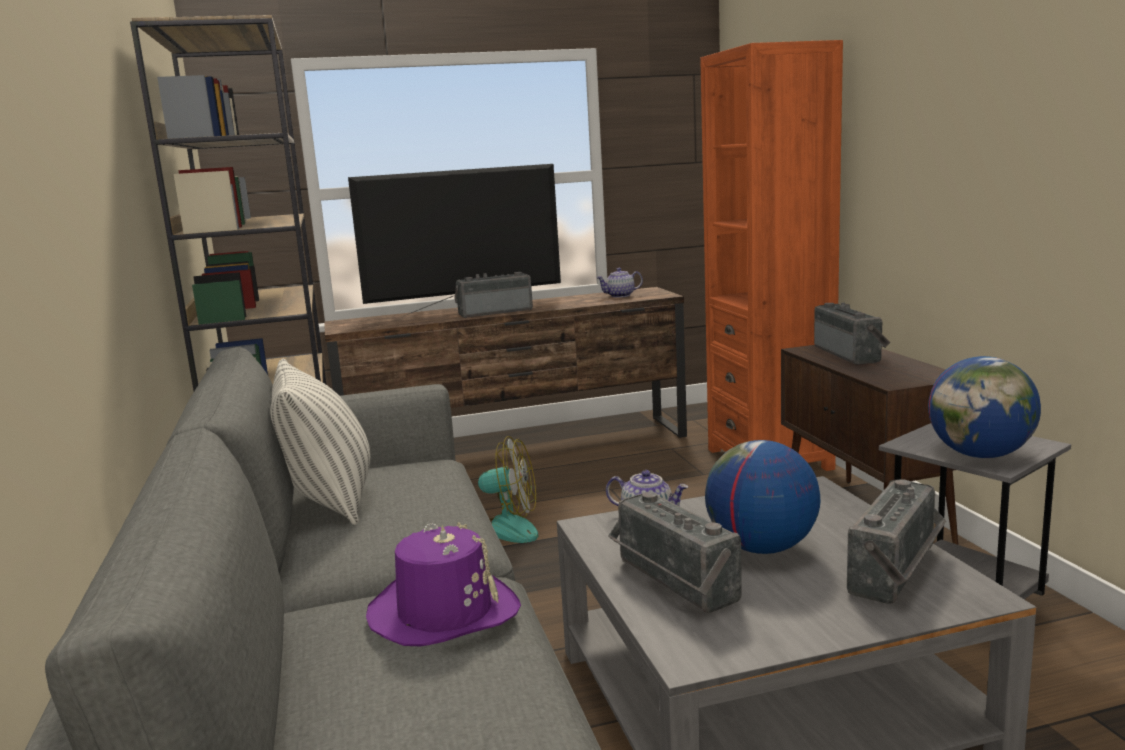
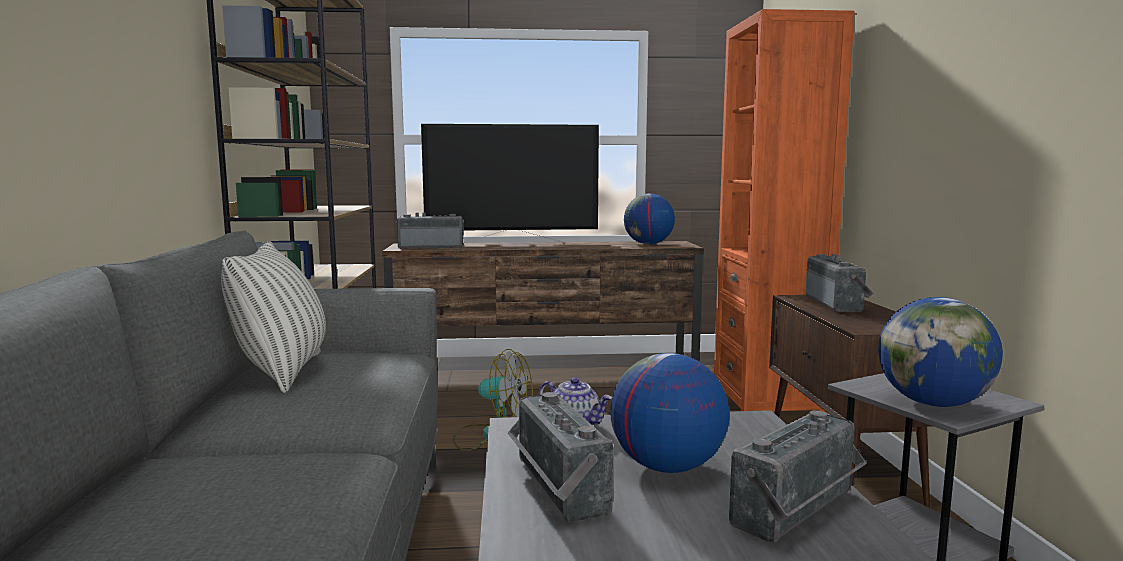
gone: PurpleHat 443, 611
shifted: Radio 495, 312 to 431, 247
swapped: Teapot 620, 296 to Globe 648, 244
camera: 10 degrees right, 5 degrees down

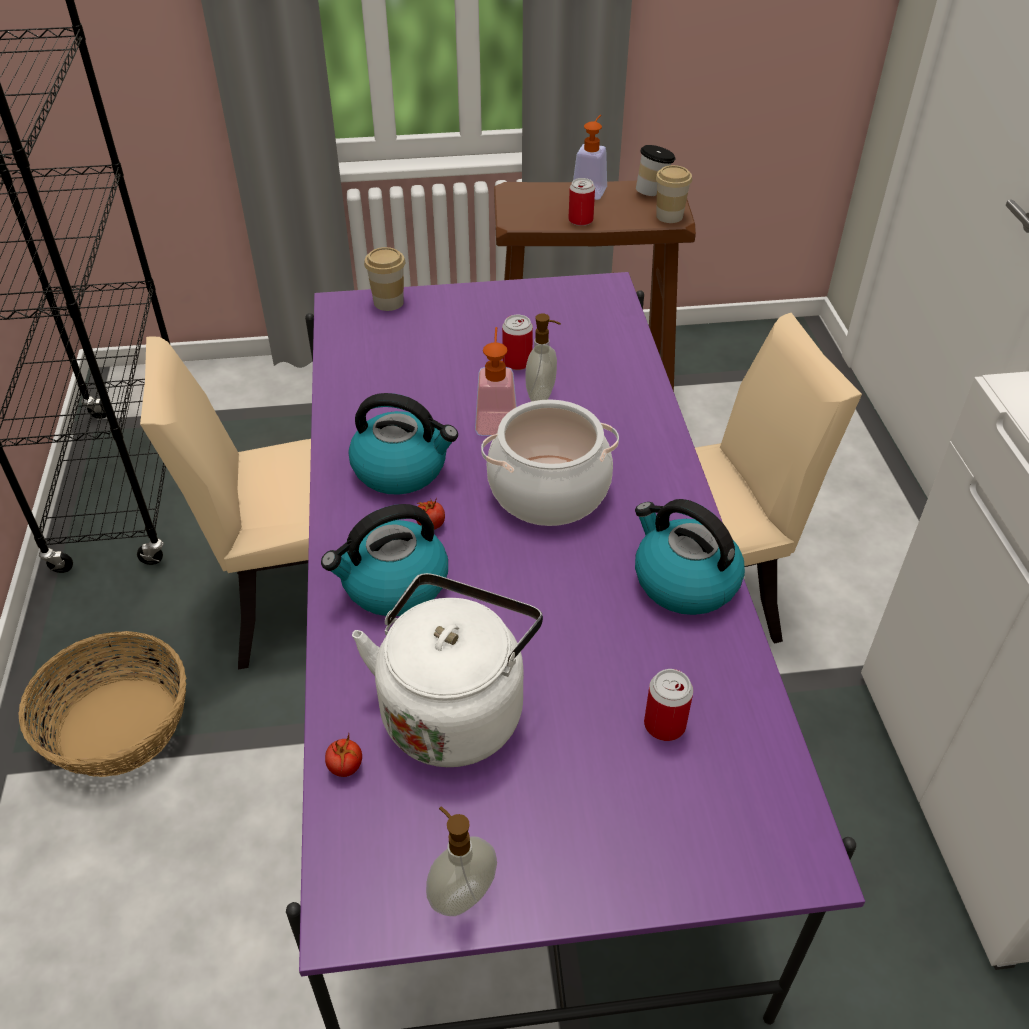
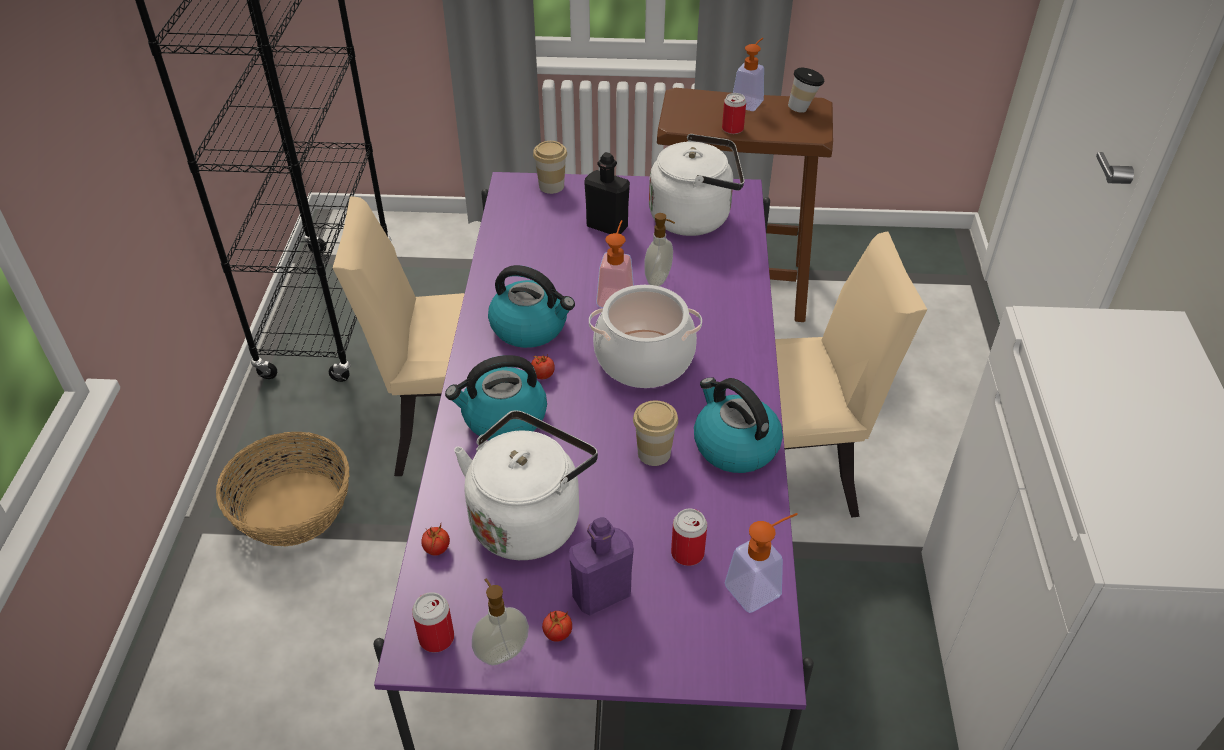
new: Tomato 557, 634; PurpleBottle 601, 594; BlackBottle 607, 226; WhiteKettle 695, 217; SoapDispenser 760, 586
shifted: Can 517, 362 to 436, 638; Cup 669, 216 to 654, 453
camera: 10 degrees right, 0 degrees up

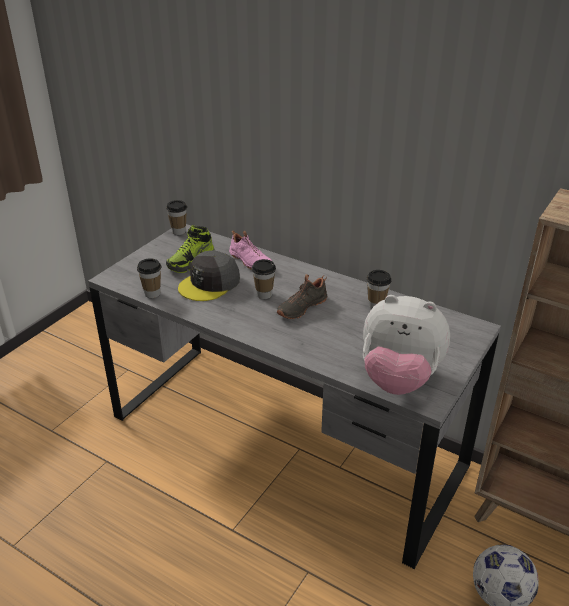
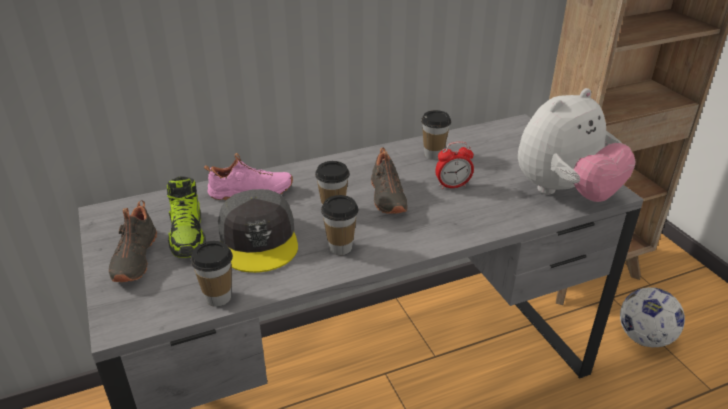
new: BlackShoe 133, 258; AlarmClock 452, 185
shifted: Cup 179, 232 to 340, 248
camera: 55 degrees left, 0 degrees up

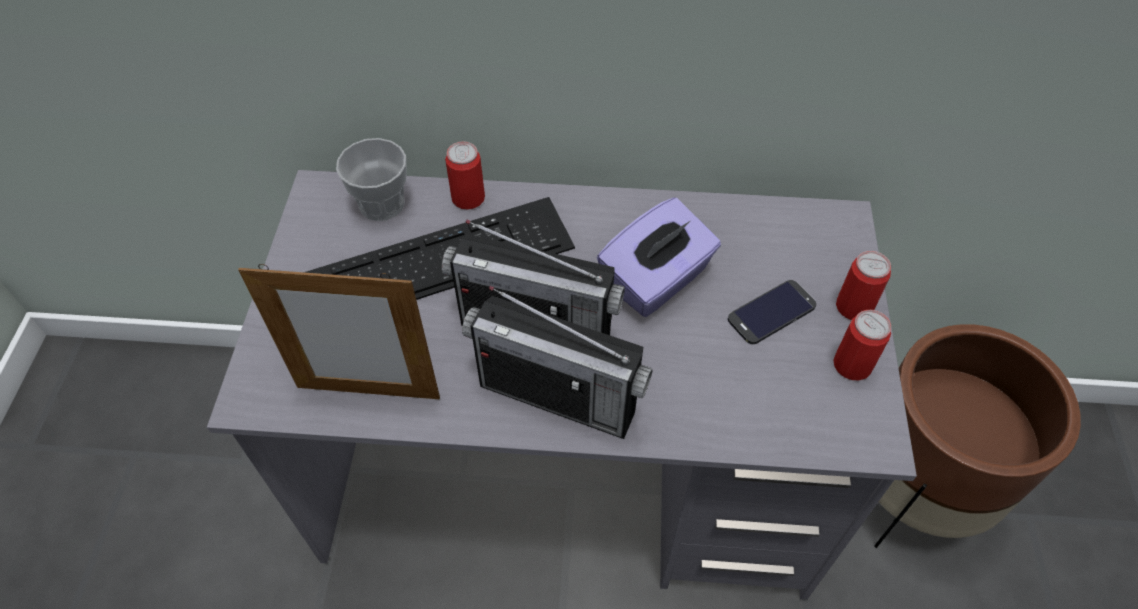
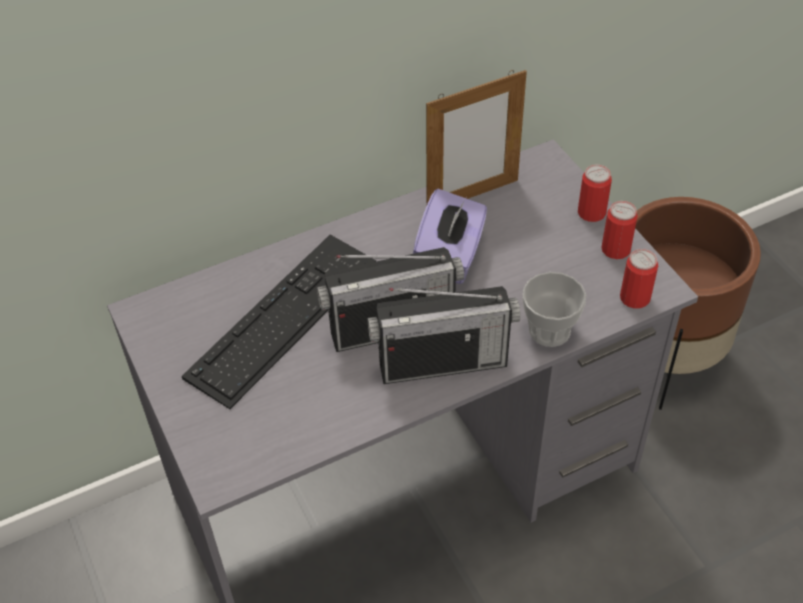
gone: Phone 771, 312
shifted: PictureFrame 368, 392 to 472, 196; Cup 382, 204 to 549, 330; Can 468, 198 to 634, 298
camera: 30 degrees left, 5 degrees down

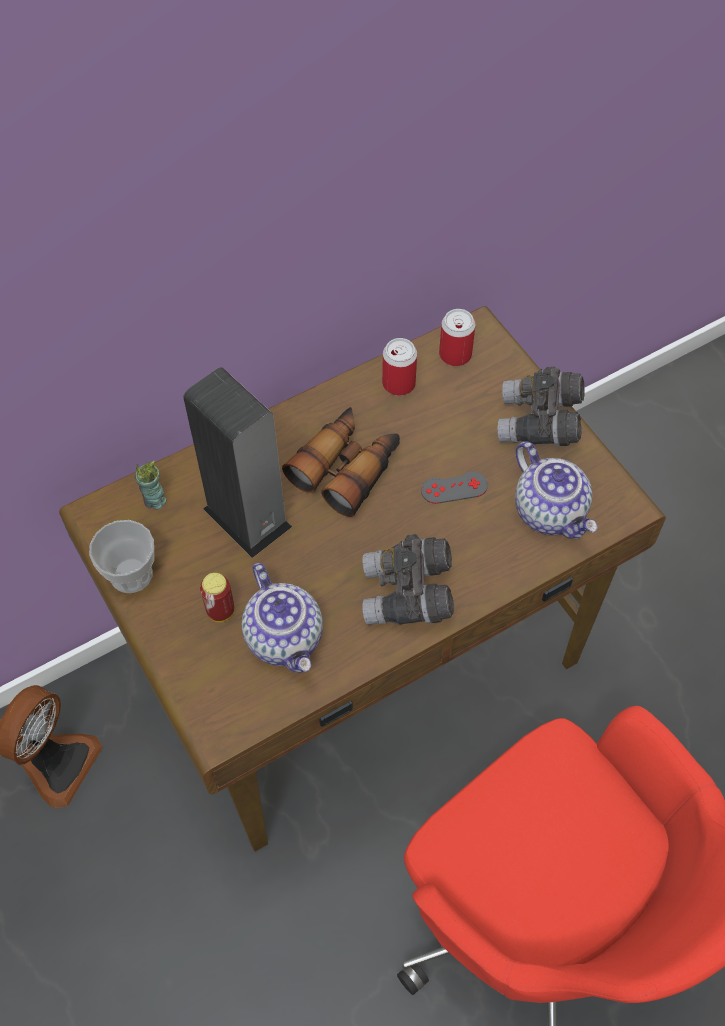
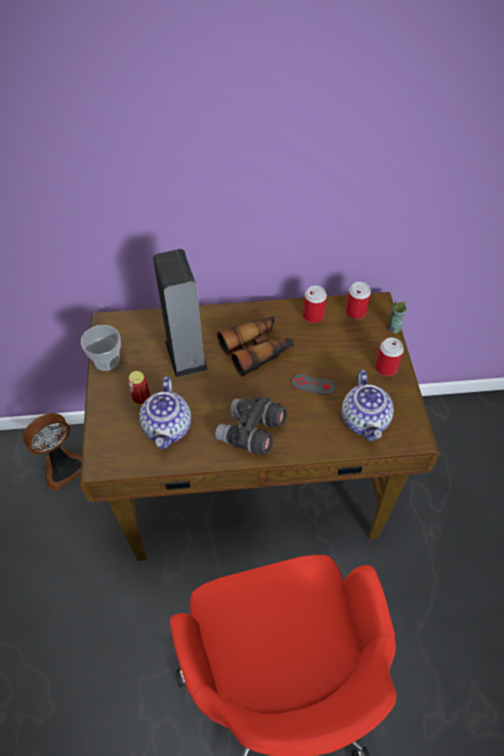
shifted: Cup 154, 501 to 393, 328
swapped: GreyBinoculars 539, 423 to Can 386, 368
camera: 25 degrees right, 5 degrees down

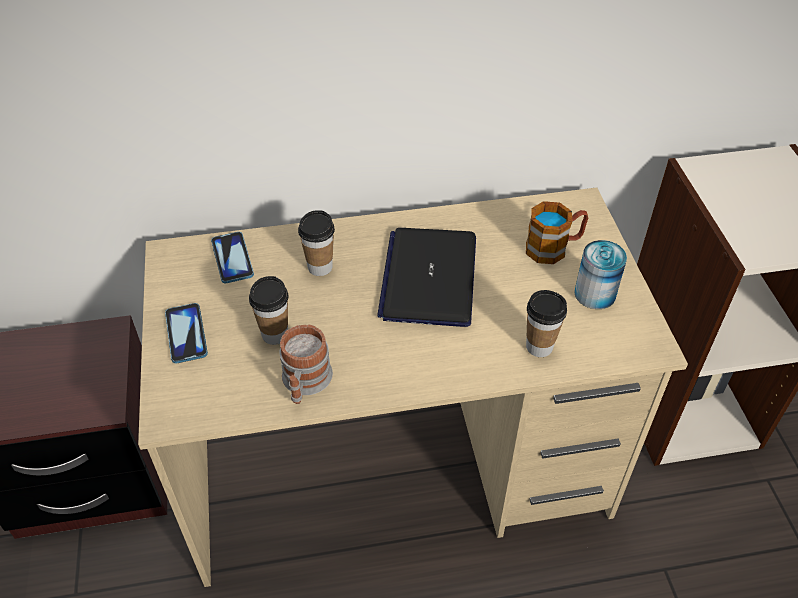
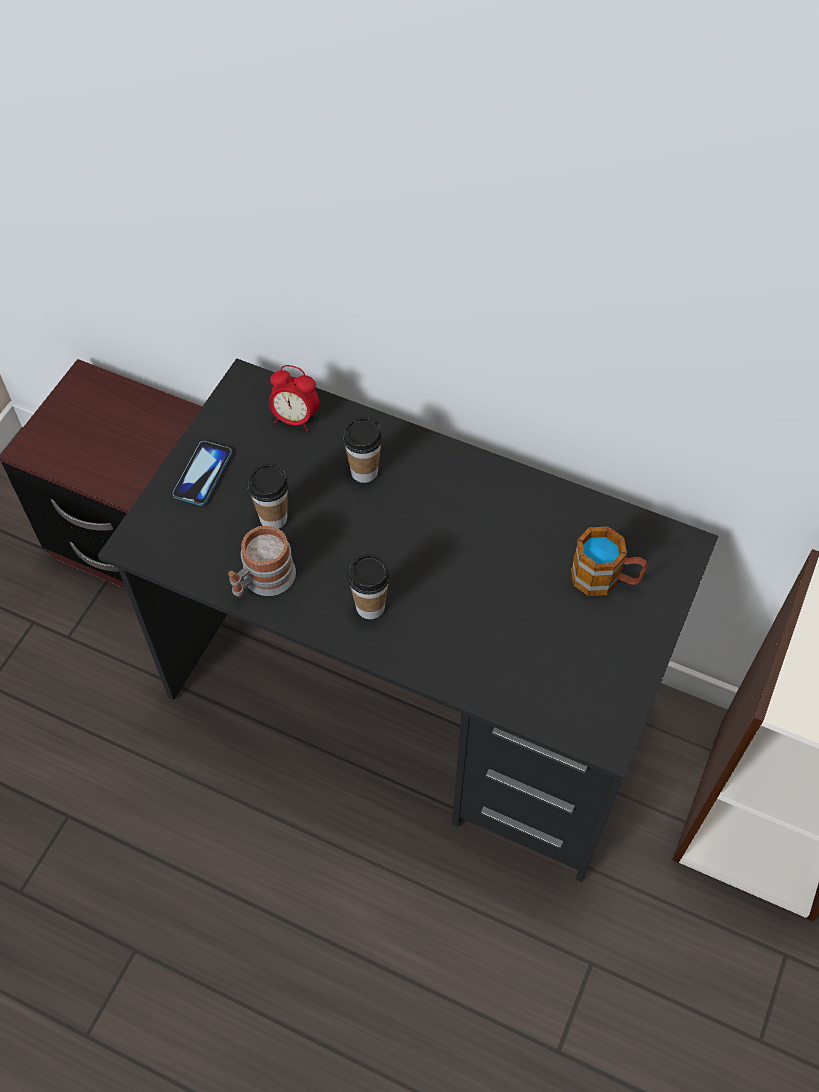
gone: Laptop 429, 277; Can 595, 294
shifted: Cup 539, 347 to 370, 606
swapped: Phone 232, 258 to AlarmClock 295, 418
repainted: BeigeDesk 398, 470 to BlackDesk 411, 700
camera: 35 degrees right, 10 degrees up

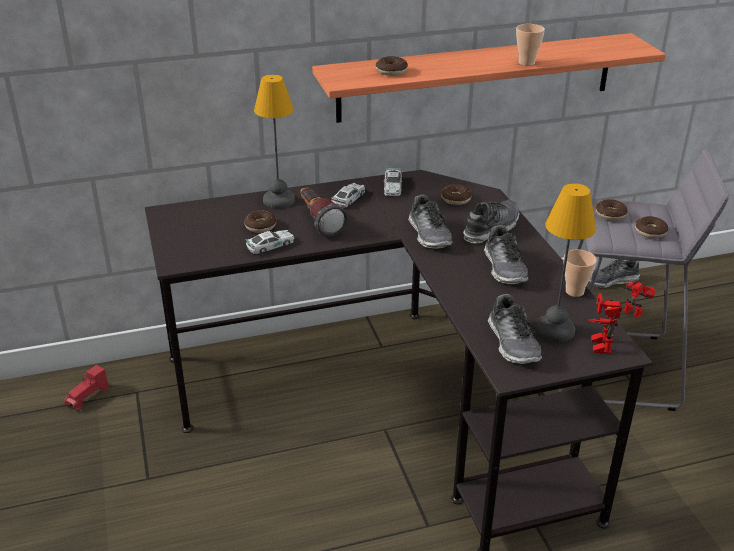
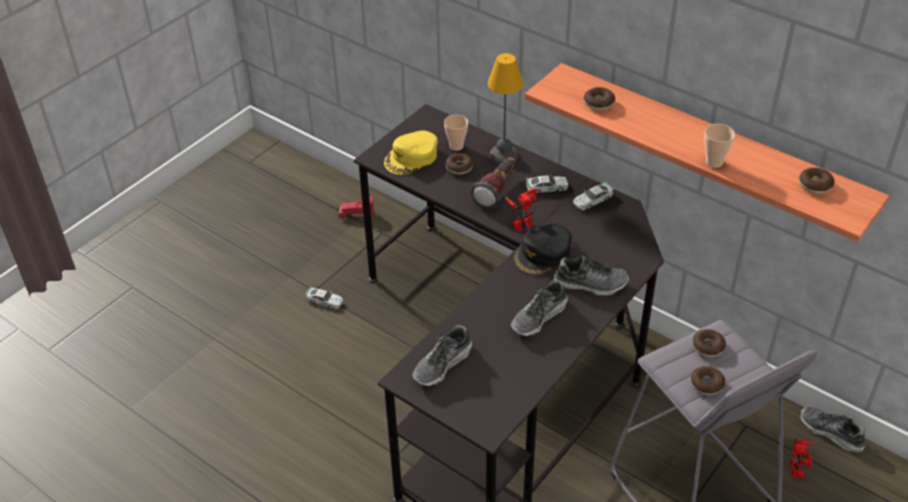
gone: TableLamp 553, 329
new: YellowCap 412, 158
shifted: ToyCar 270, 245 to 325, 301; Donut 455, 199 to 815, 185; Cup 574, 291 to 456, 146; ToyRobot 596, 344 to 522, 222
swapped: Shoe 429, 234 to BlackCap 543, 254
camera: 55 degrees right, 10 degrees up

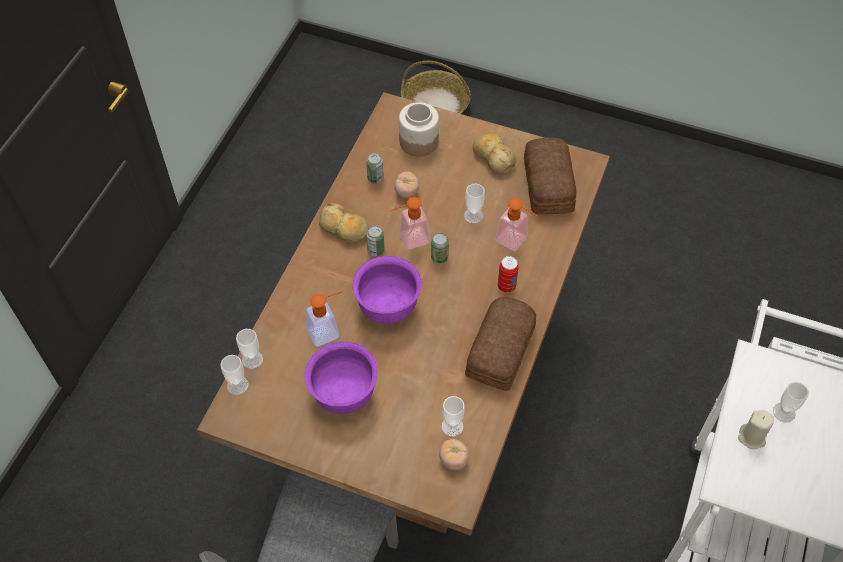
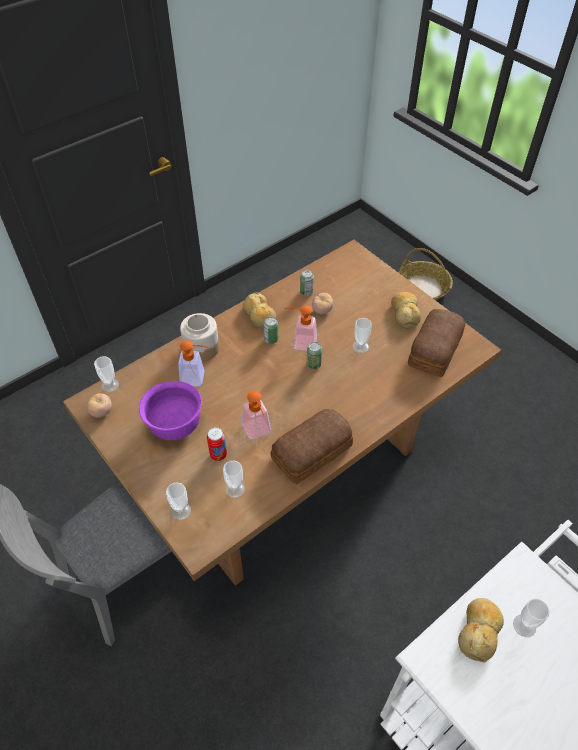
gone: PurpleBowl 388, 307
shifted: Cup 252, 359 to 181, 511; Jar 418, 141 to 201, 348; Tomato 453, 460 to 101, 412; SoapDispenser 515, 241 to 258, 432; Can 506, 286 to 218, 455
swapped: BeigeCandle 752, 437 to Bread 479, 631
camera: 30 degrees right, 5 degrees down

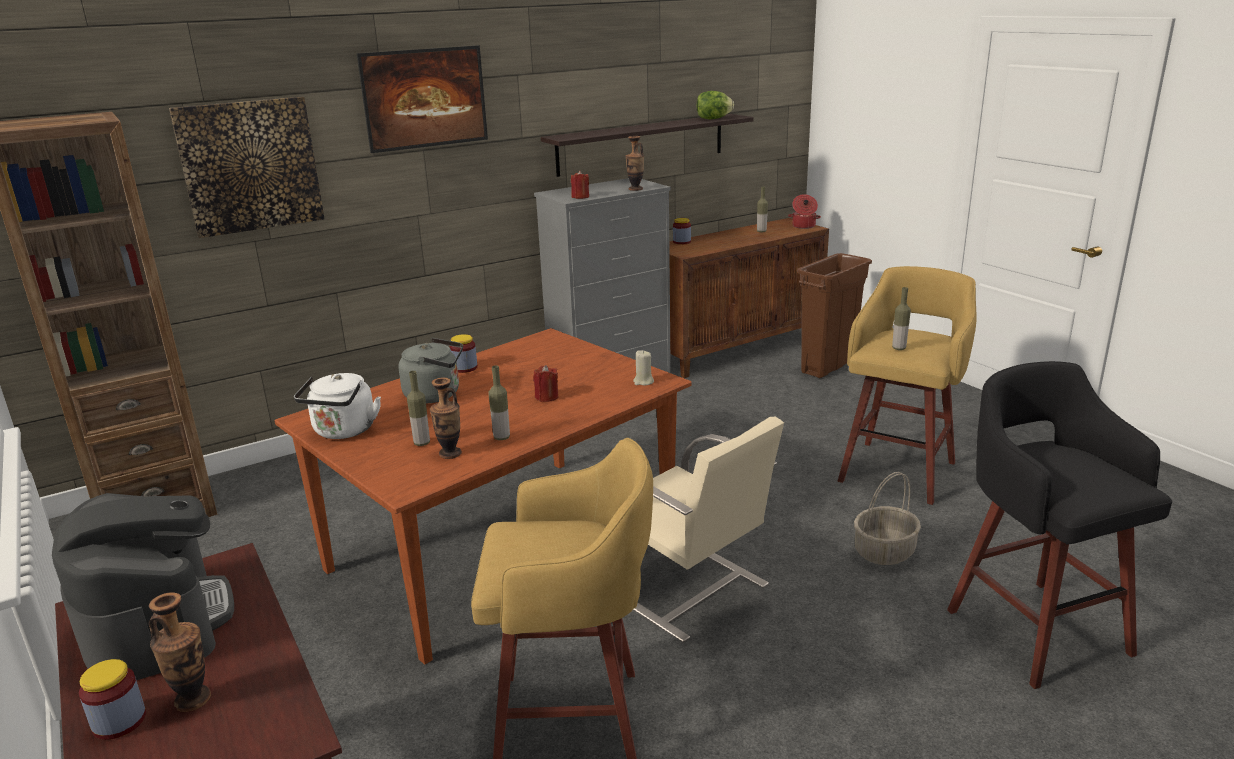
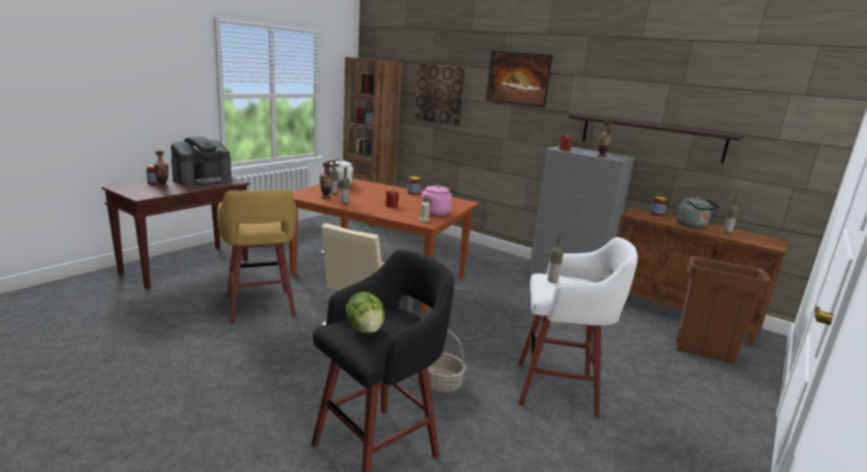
gone: CookingPot 803, 226
new: PinkKettle 436, 212
shifted: GreyKettle 436, 395 to 693, 226; Lettuce 713, 119 to 365, 329
repainted: YellowStool 899, 470 to WhiteStool 559, 389
camera: 65 degrees right, 5 degrees down

